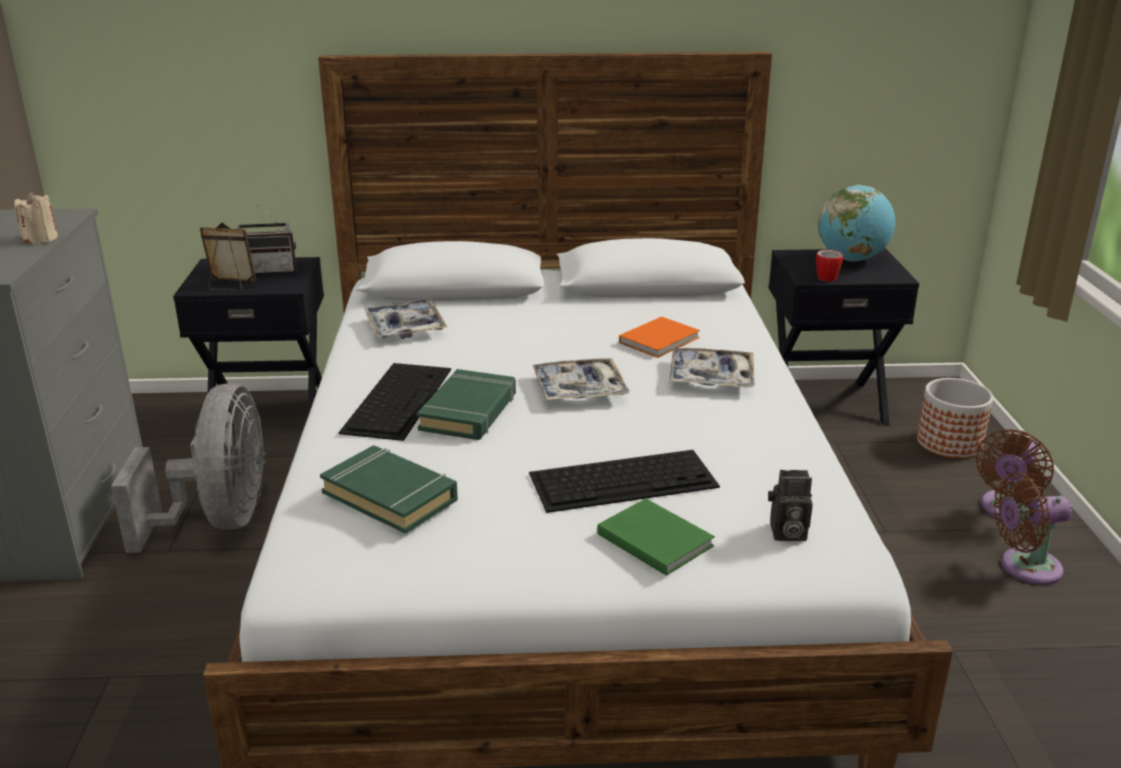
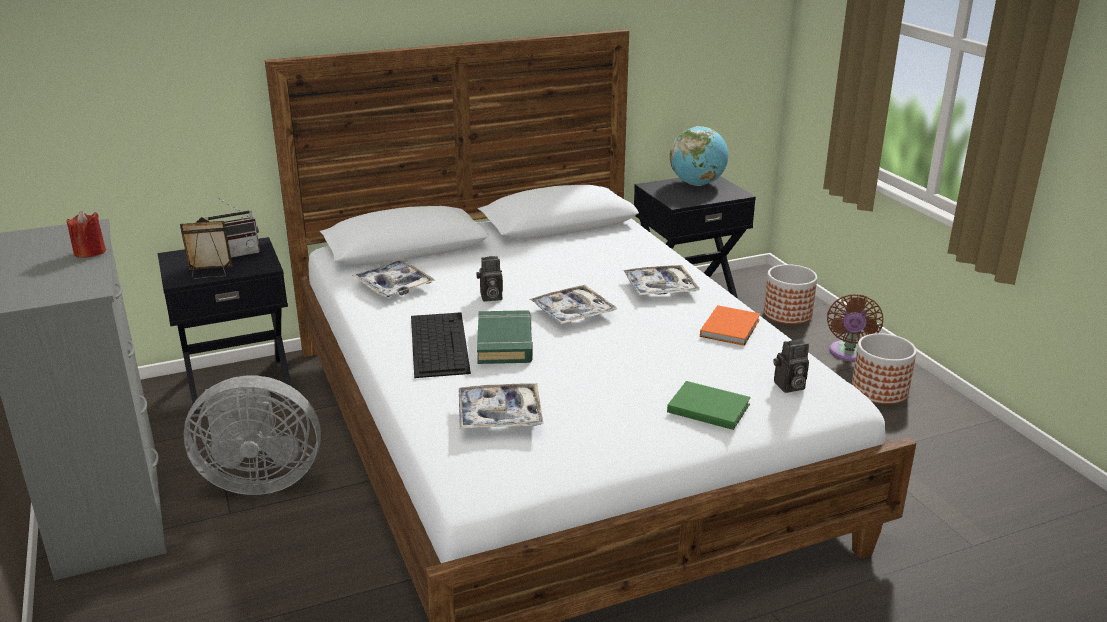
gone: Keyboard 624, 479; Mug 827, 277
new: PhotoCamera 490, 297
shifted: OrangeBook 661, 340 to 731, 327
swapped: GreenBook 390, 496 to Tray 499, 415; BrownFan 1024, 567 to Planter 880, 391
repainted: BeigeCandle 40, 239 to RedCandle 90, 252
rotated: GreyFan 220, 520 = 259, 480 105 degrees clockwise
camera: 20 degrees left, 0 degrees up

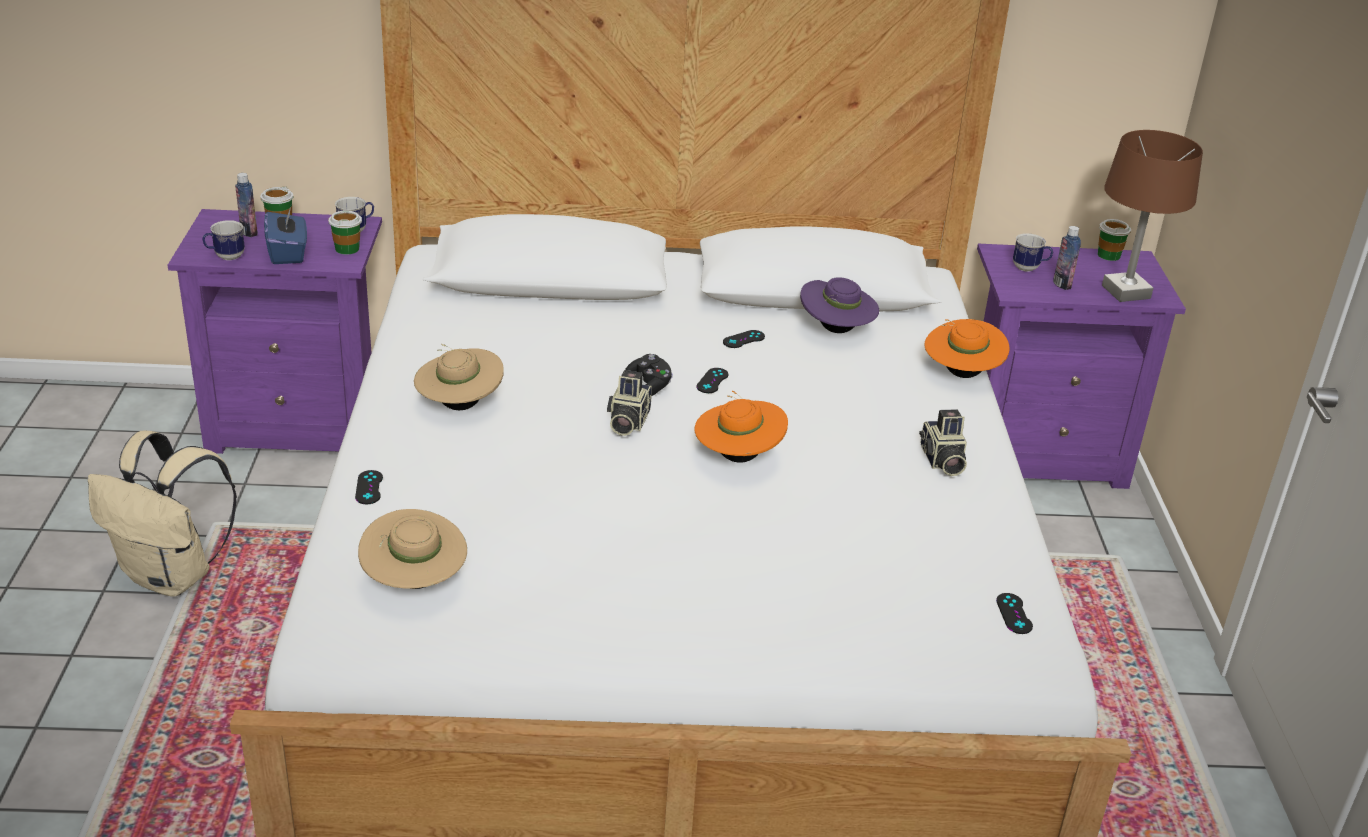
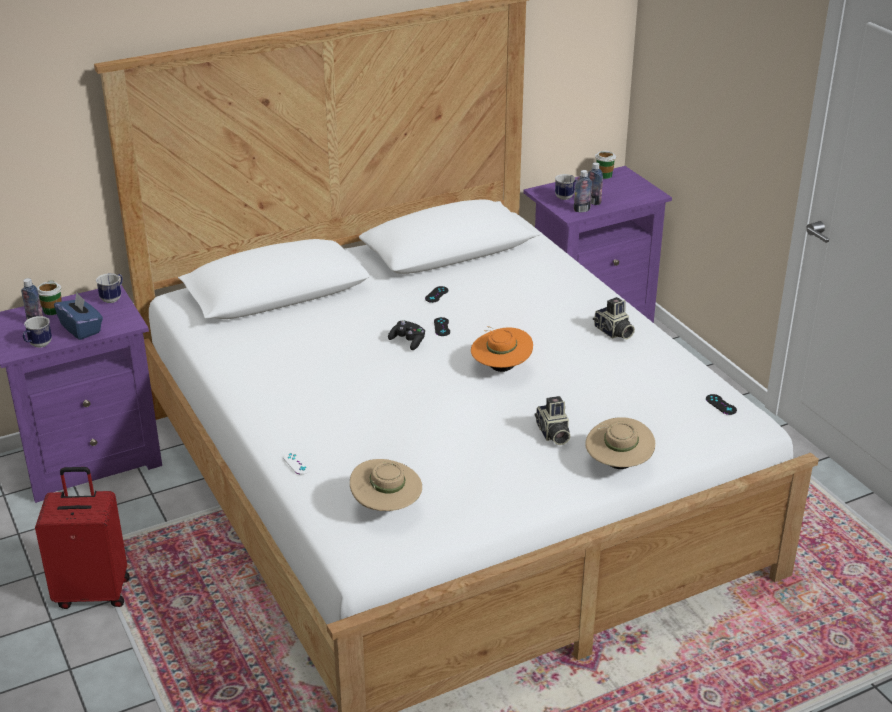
gone: Cup 347, 249; PurpleHat 836, 330; OrangeHat 961, 373; BrownTableLamp 1126, 292
new: Bottle 581, 210
shifted: BeigeHat 459, 405 to 618, 464; PhotoCamera 627, 422 to 552, 434
swapped: BeigeBackpack 172, 576 to RedSuitcase 93, 592
repainted: BlackGameController 369, 487 to WhiteGameController 297, 463
camera: 25 degrees left, 0 degrees up

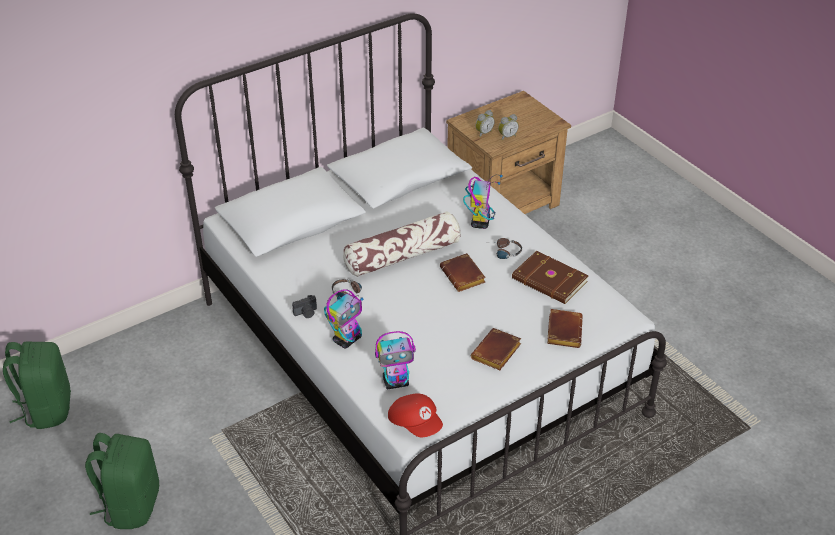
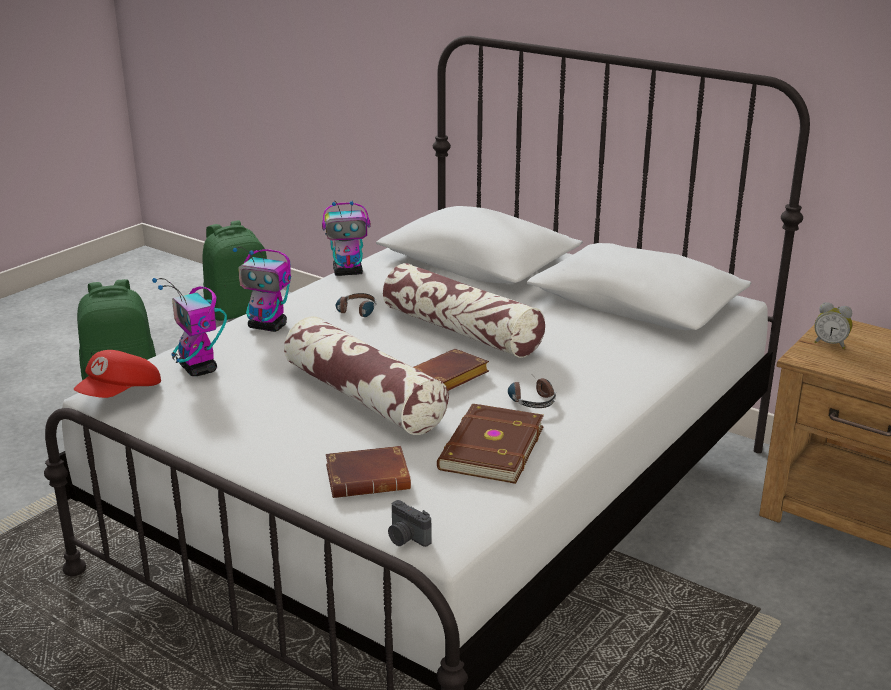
gone: BrownBook 496, 354; AlarmClock 507, 136
new: Pillow 363, 396
shifted: PhotoCamera 306, 313 to 406, 538; ToyRobot 480, 222 to 348, 272
camera: 70 degrees right, 15 degrees down

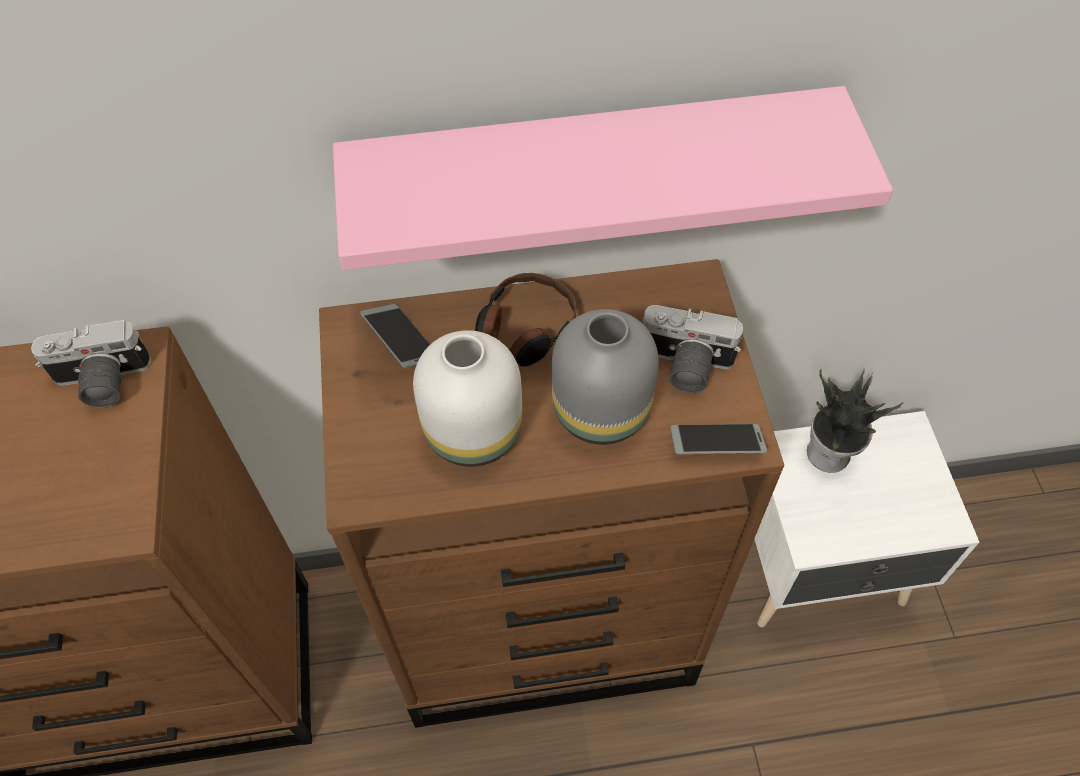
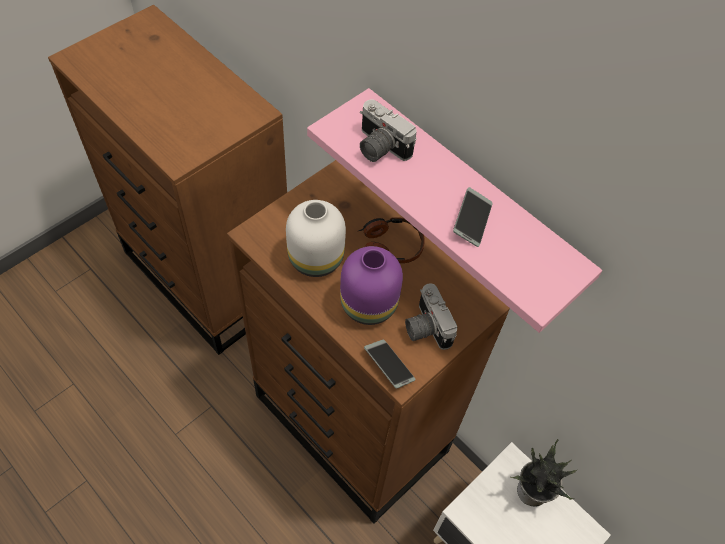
shifted: PhotoCamera 101, 383 to 378, 147; Phone 400, 341 to 472, 221
repainted: GreyVase 598, 410 to PurpleVase 368, 303
camera: 50 degrees right, 0 degrees up

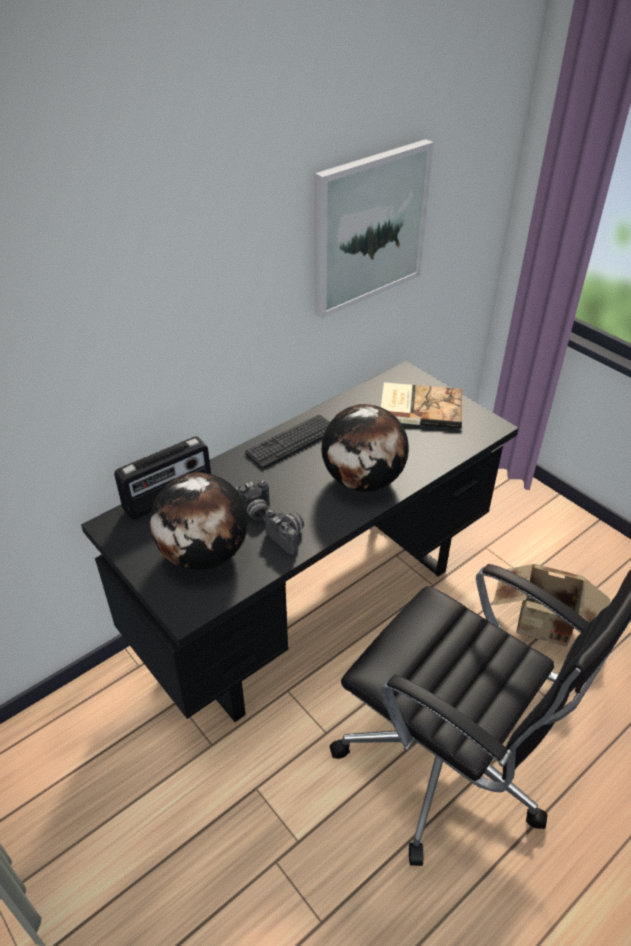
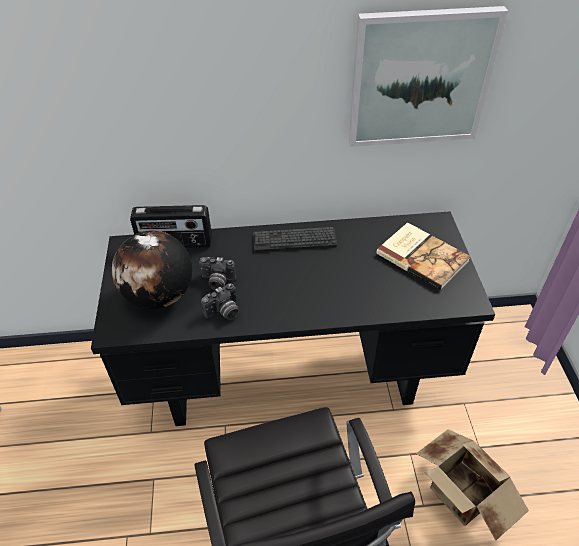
gone: Globe 363, 481
rotated: PhotoCamera 288, 536 = 224, 312 60 degrees clockwise
camera: 35 degrees right, 5 degrees up

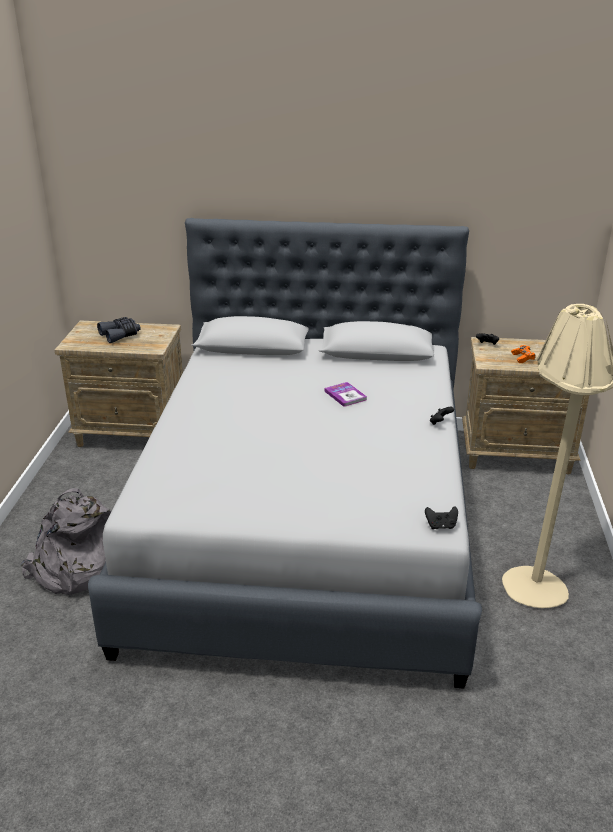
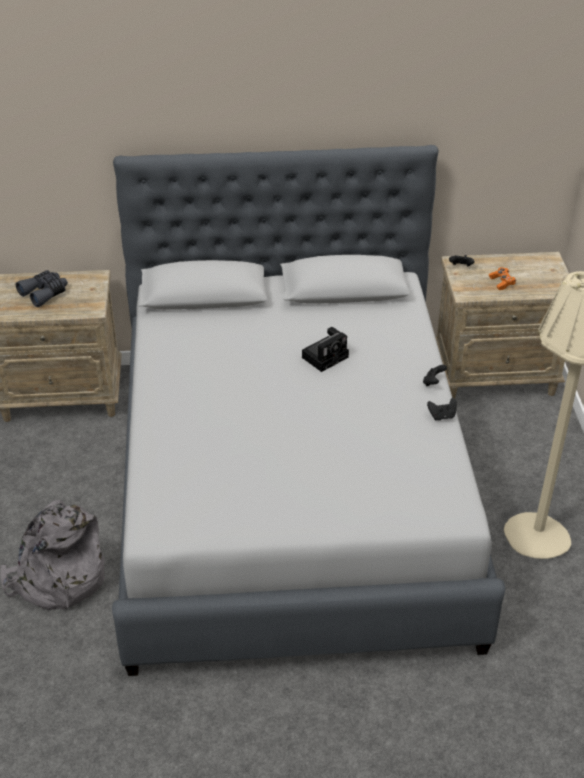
shifted: BlackGameController 441, 526 to 442, 416
swapped: Book 345, 395 to PhotoCamera 326, 356
camera: 10 degrees left, 10 degrees up

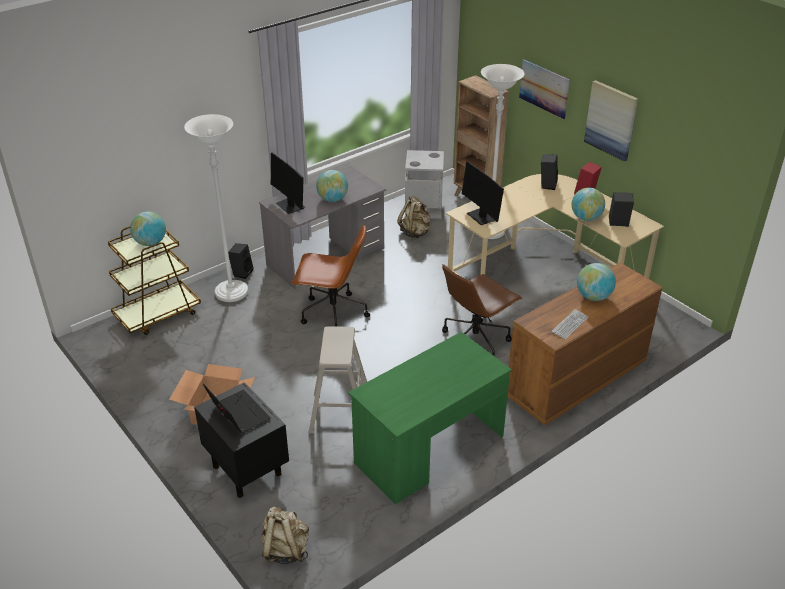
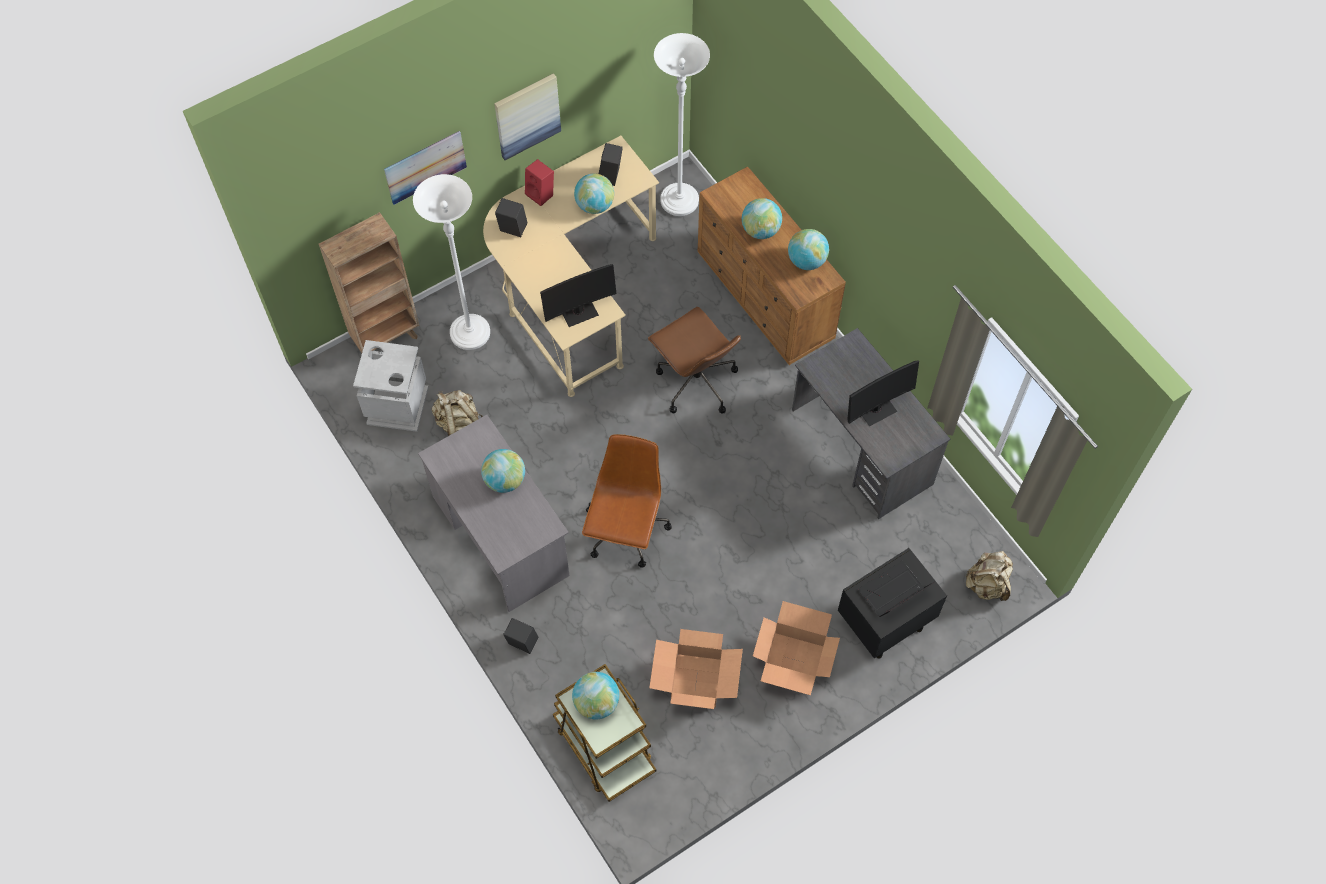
gone: BeigeStool 340, 413
new: CardboardBox 695, 681
shifted: WhiteFloorLamp 231, 293 to 679, 201; Monitor 290, 206 to 876, 409
swapped: Keyboard 570, 325 to Globe 806, 261
repainted: GreenDesk 429, 450 to GreyDesk 861, 447
camera: 85 degrees left, 25 degrees up

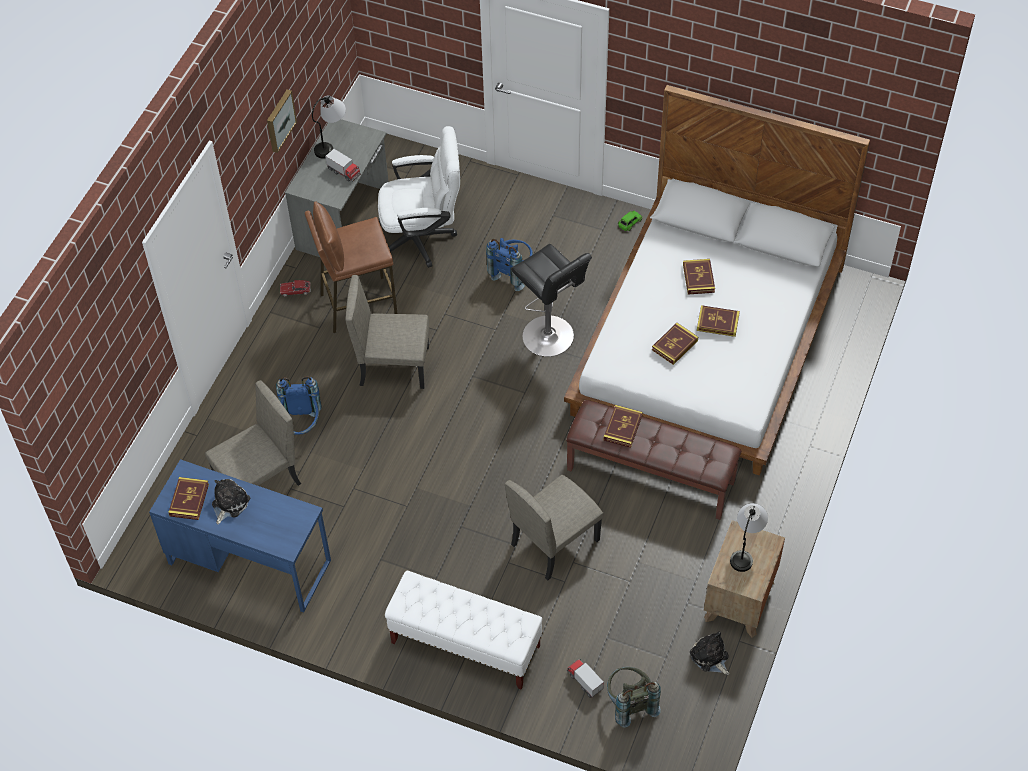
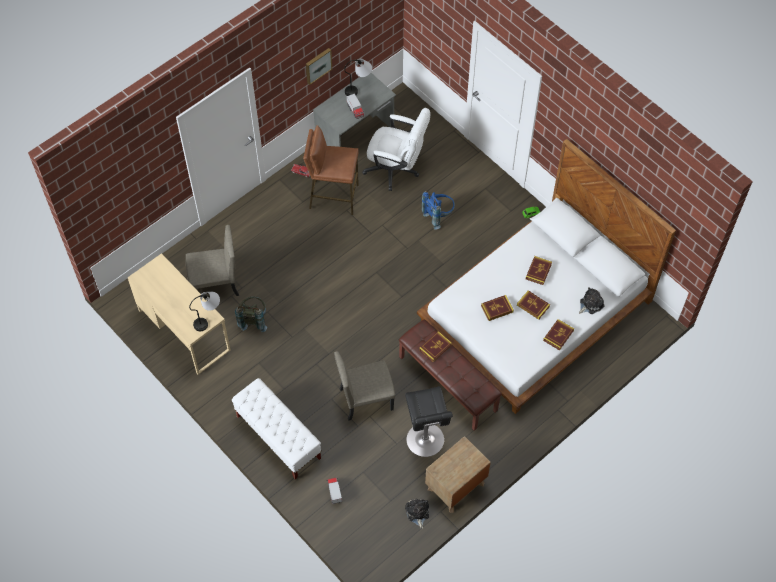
gone: BlueBackpack 302, 426; BeigeChair 394, 365
shifted: Book 189, 500 to 558, 335; PlushToy 229, 503 to 590, 304; BlackStool 550, 338 to 426, 442; GreyBackpack 629, 704 to 253, 319; TableLamp 746, 549 to 208, 319
repainted: BlueDesk 249, 561 to BeigeDesk 184, 330
camera: 25 degrees right, 5 degrees up

